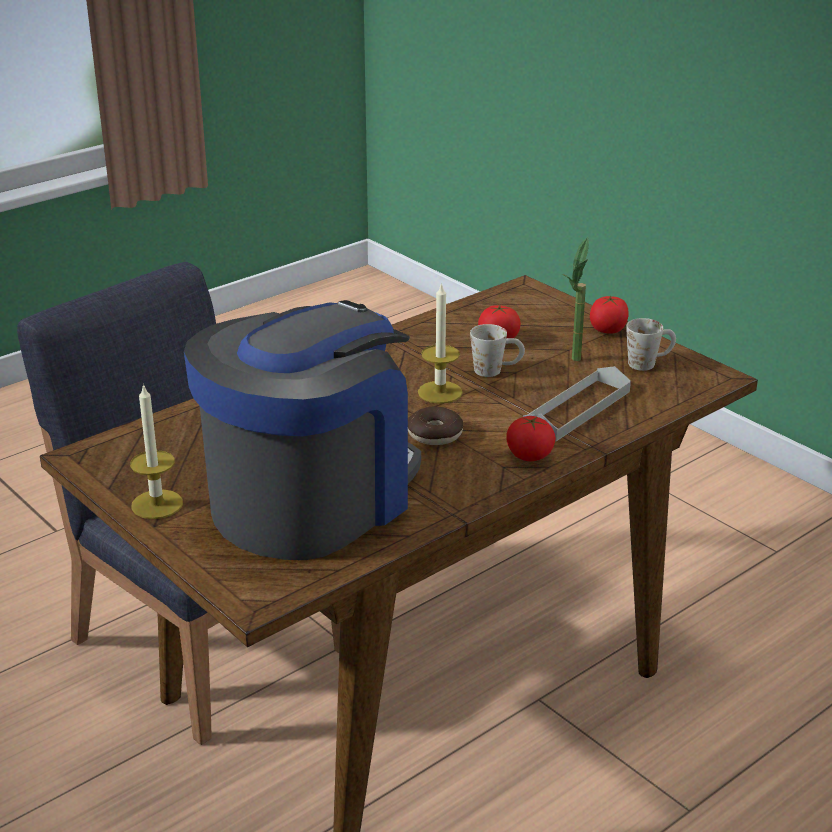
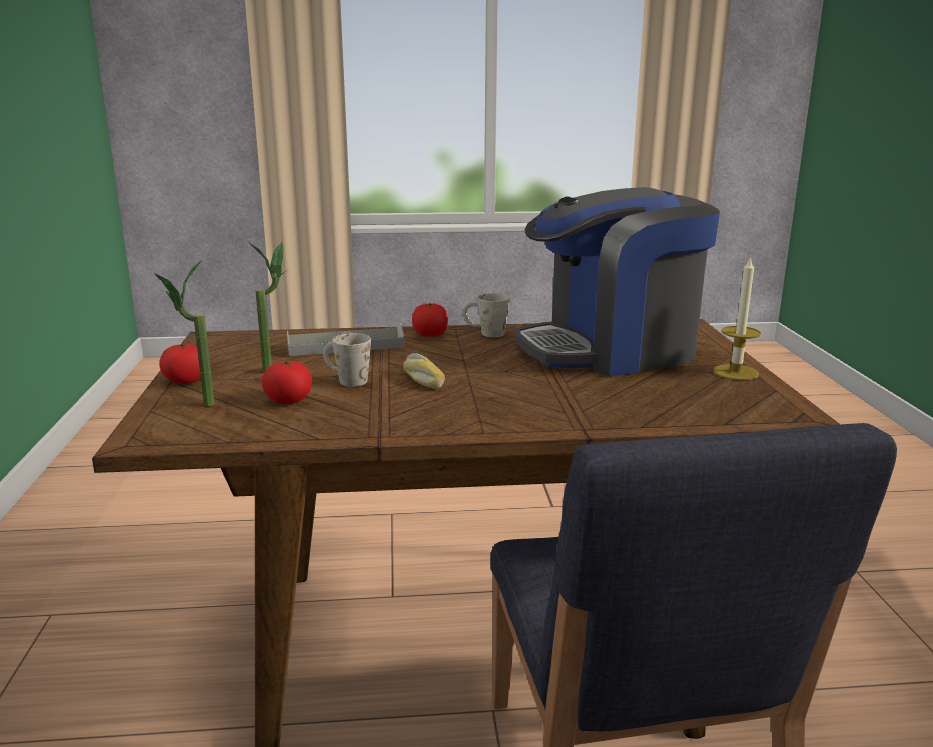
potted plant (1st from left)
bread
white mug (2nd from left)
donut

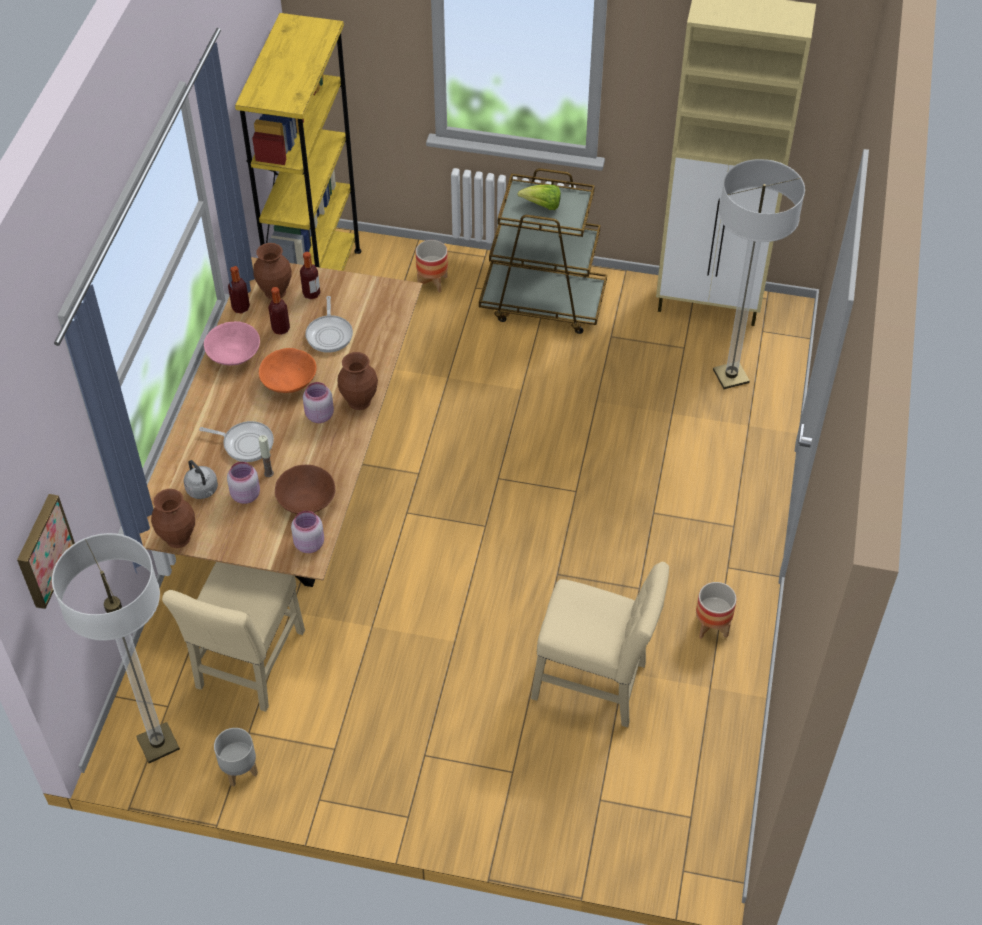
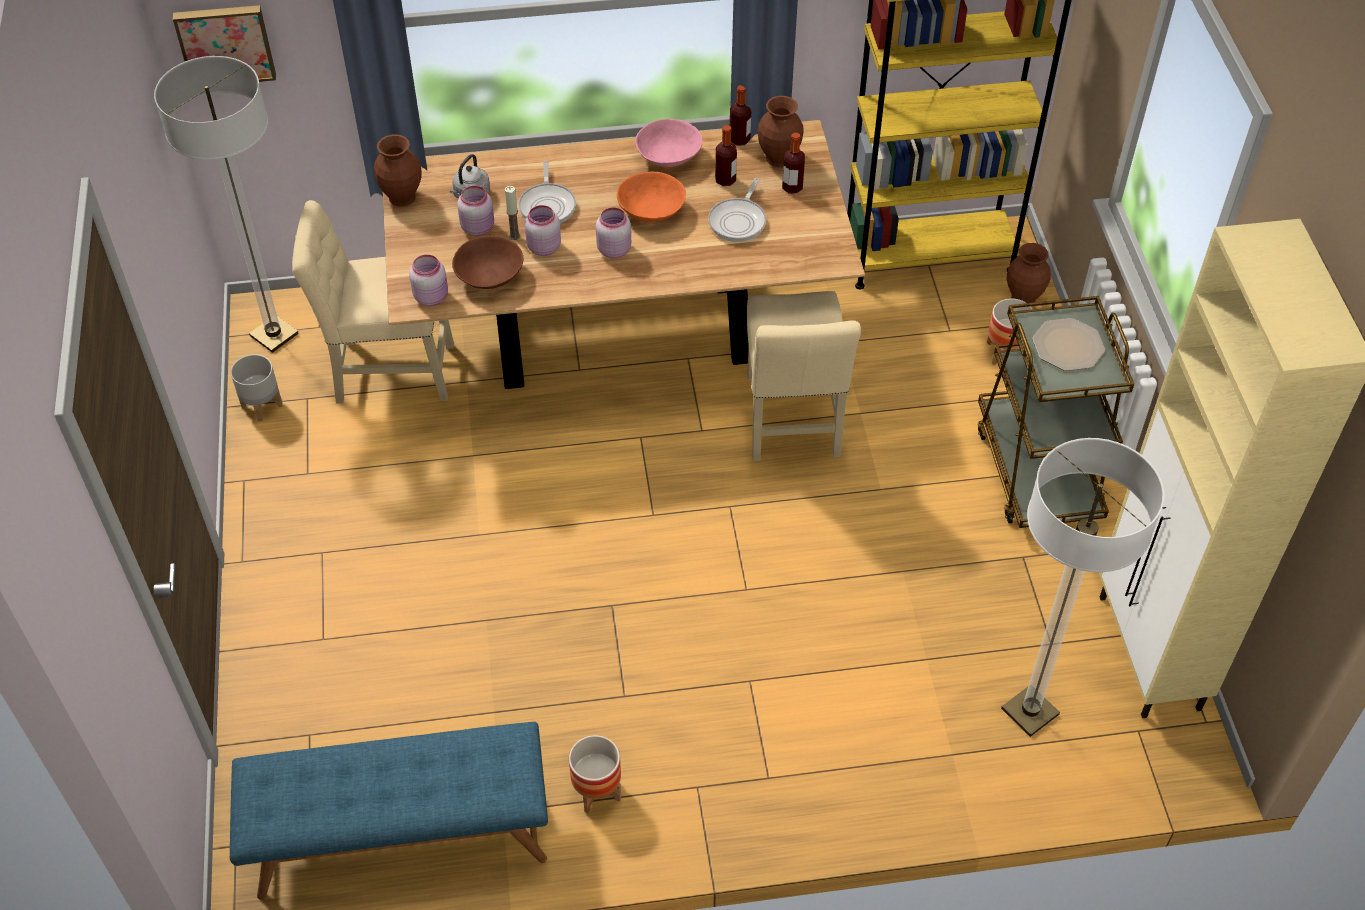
blue bench
pink jar (3rd from left)
frying pan (2nd from left)
beige chair (2nd from left)
brown vase (3rd from left)
plate

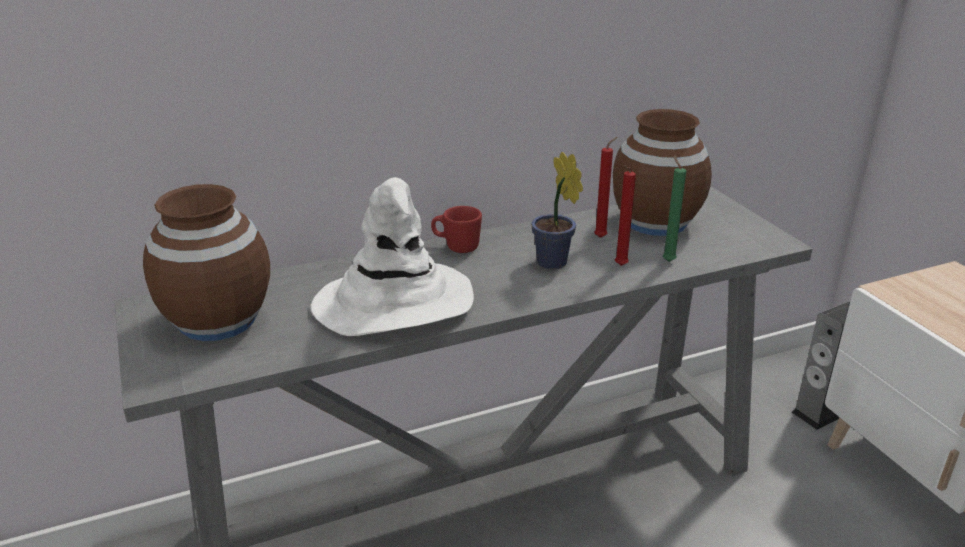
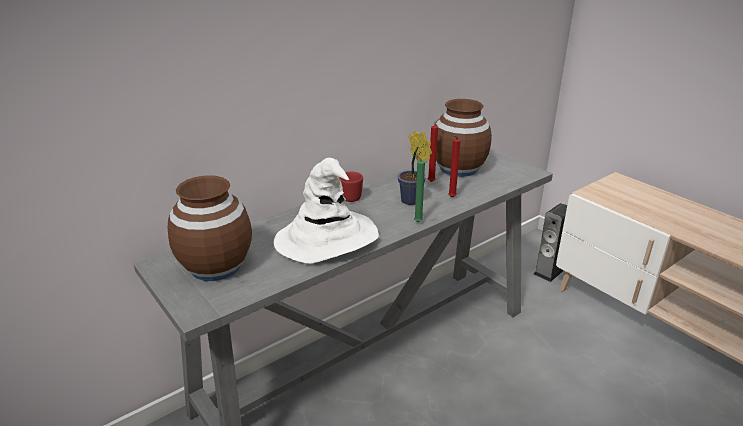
green candle

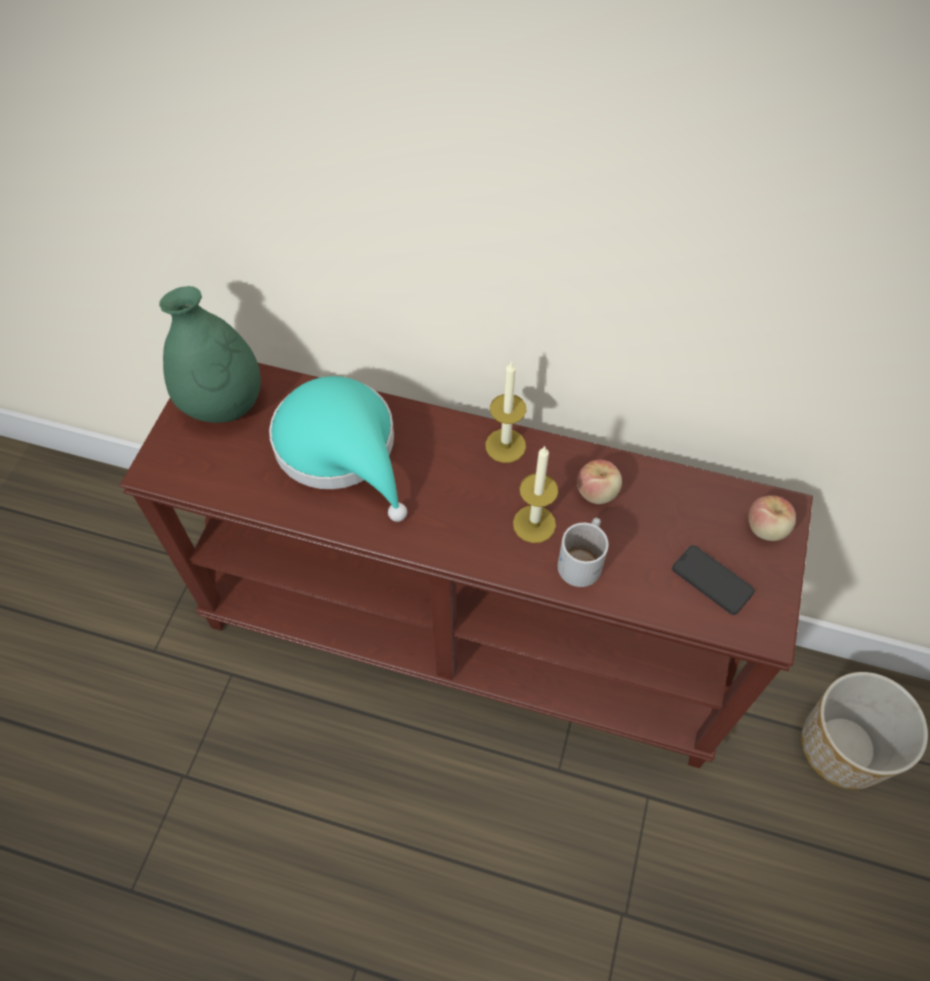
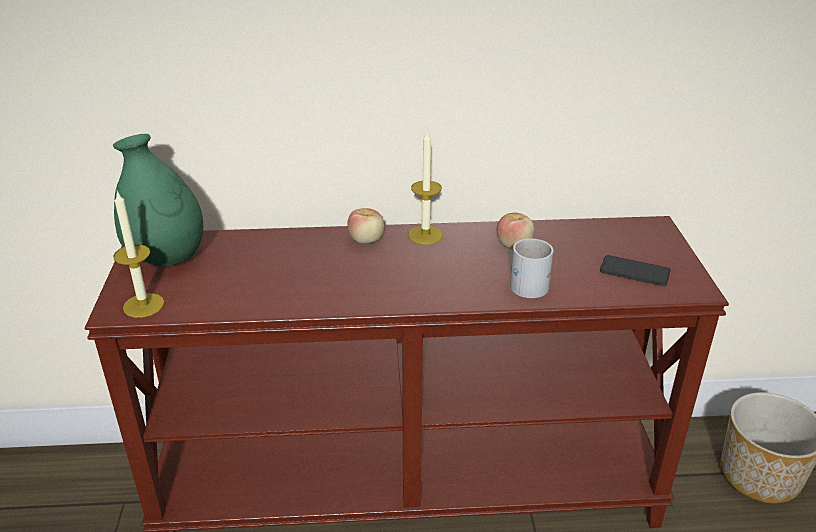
candle (1st from left)
apple (1st from left)
turquoise hat

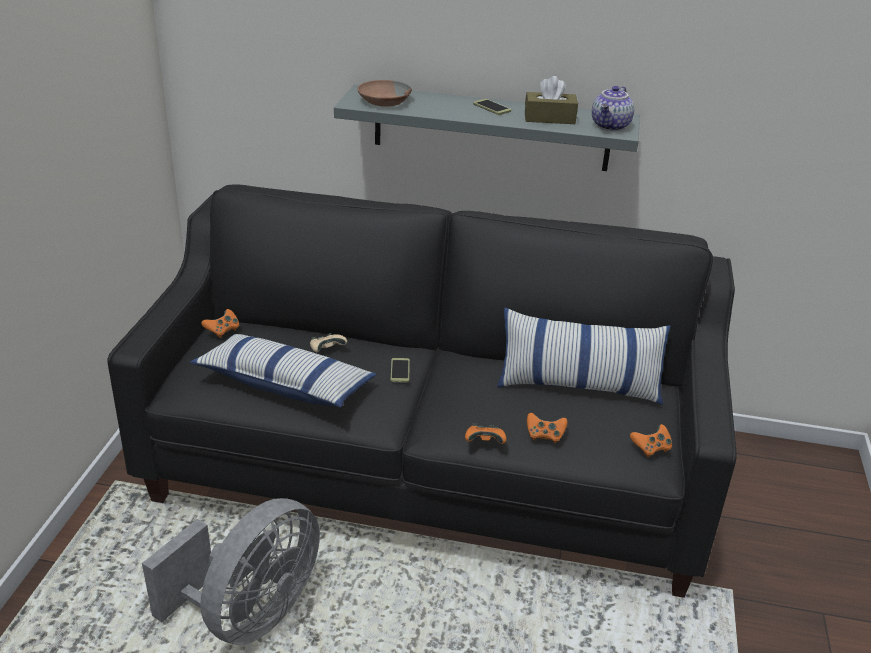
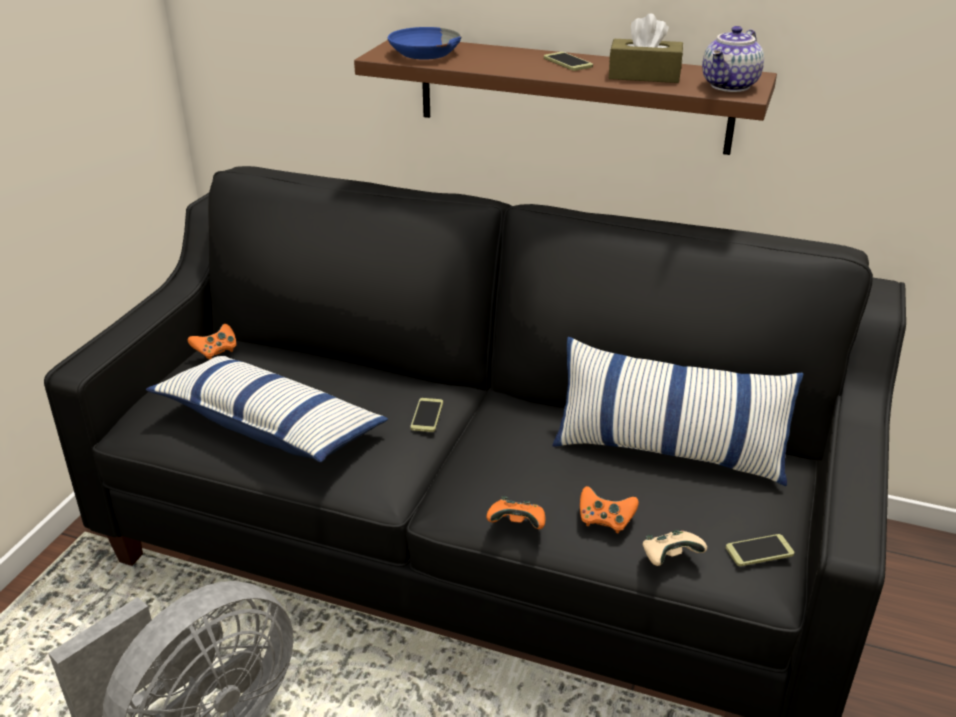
brown shelf
blue bowl
beige game controller
phone (3rd from left)

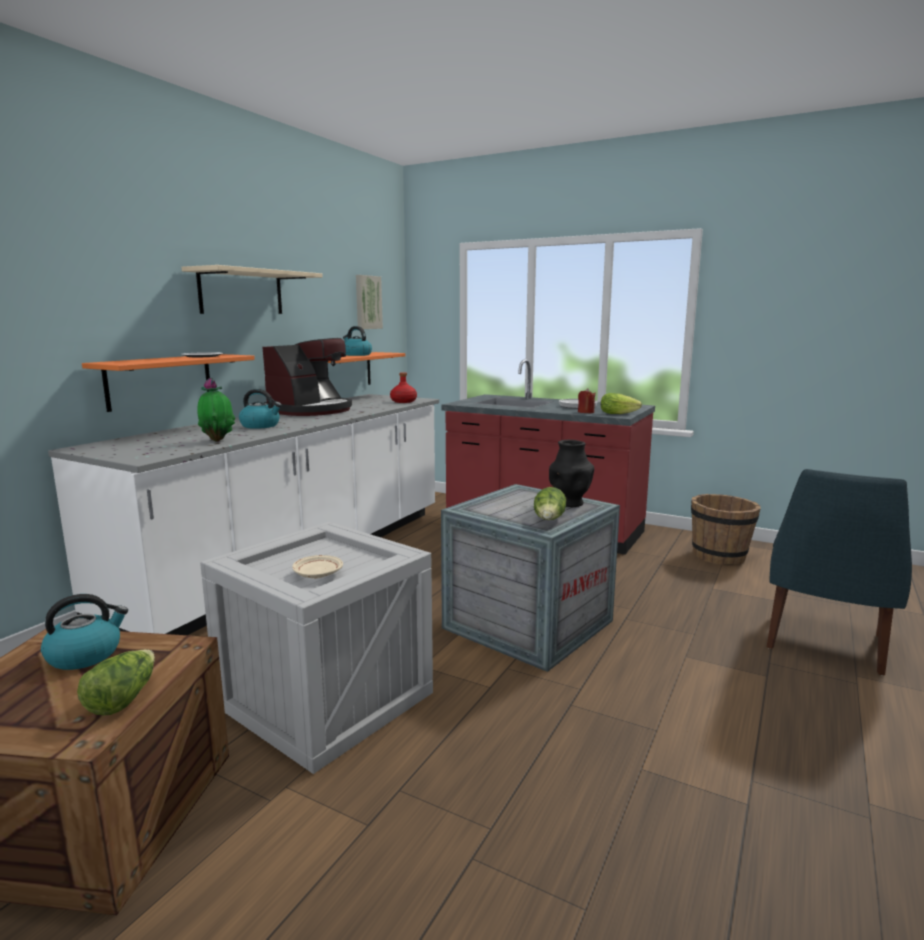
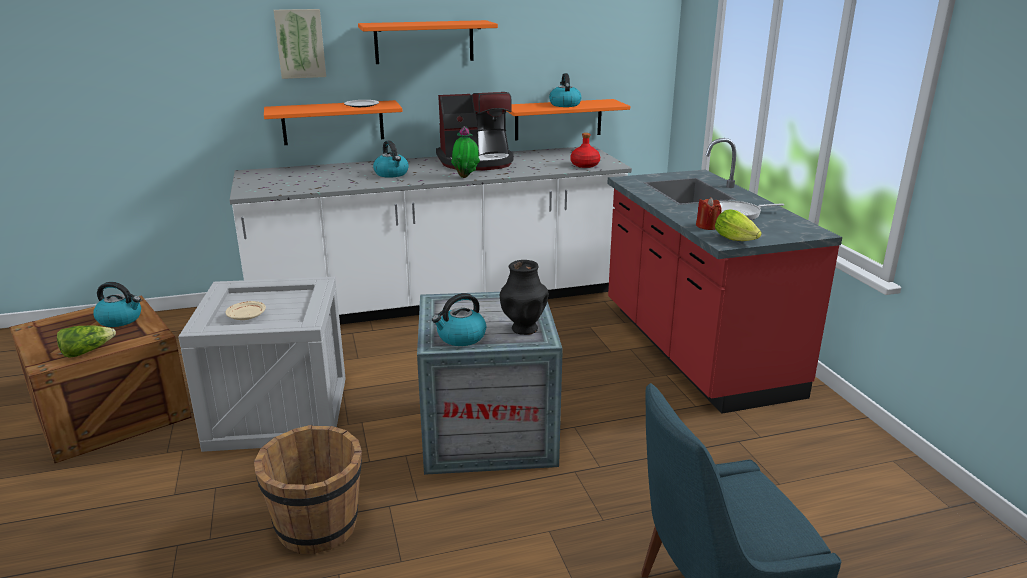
brown bucket
picture
orange shelf (2nd from left)
kettle (3rd from left)
potted plant

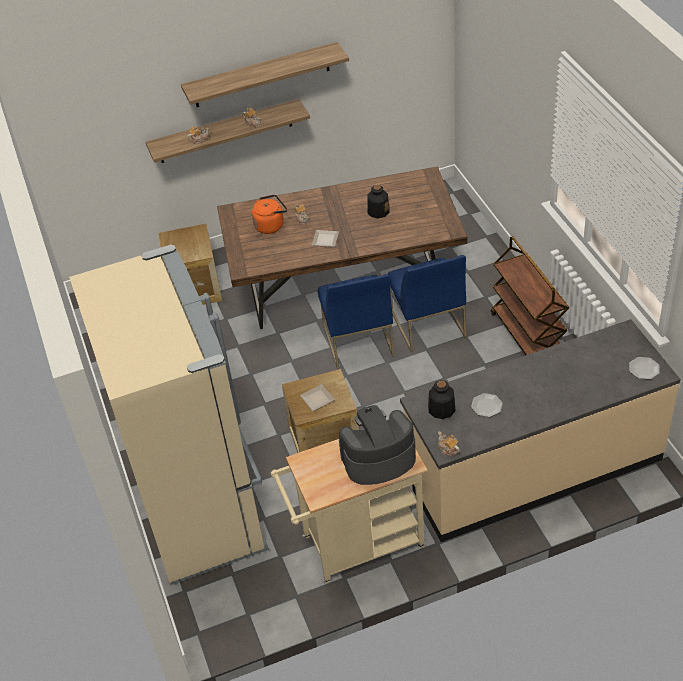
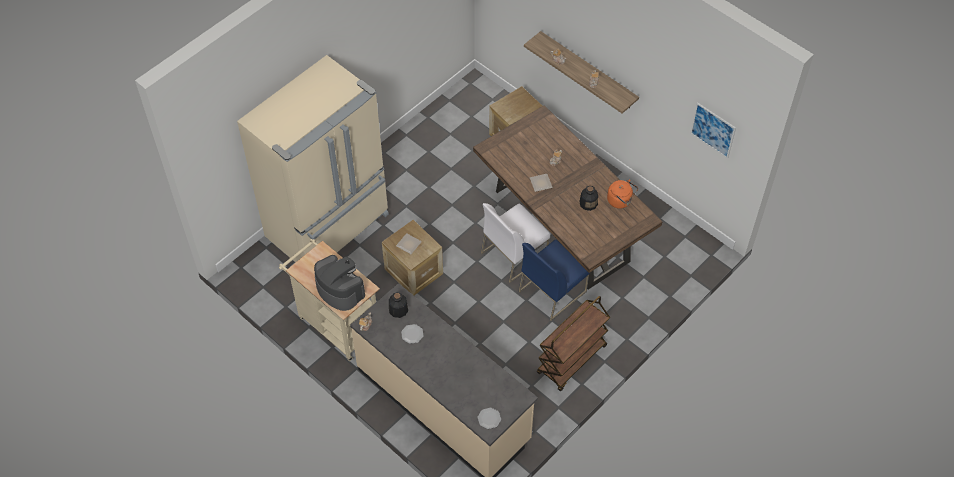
white chair
orange kettle
picture
shelf (2nd from left in the first image)

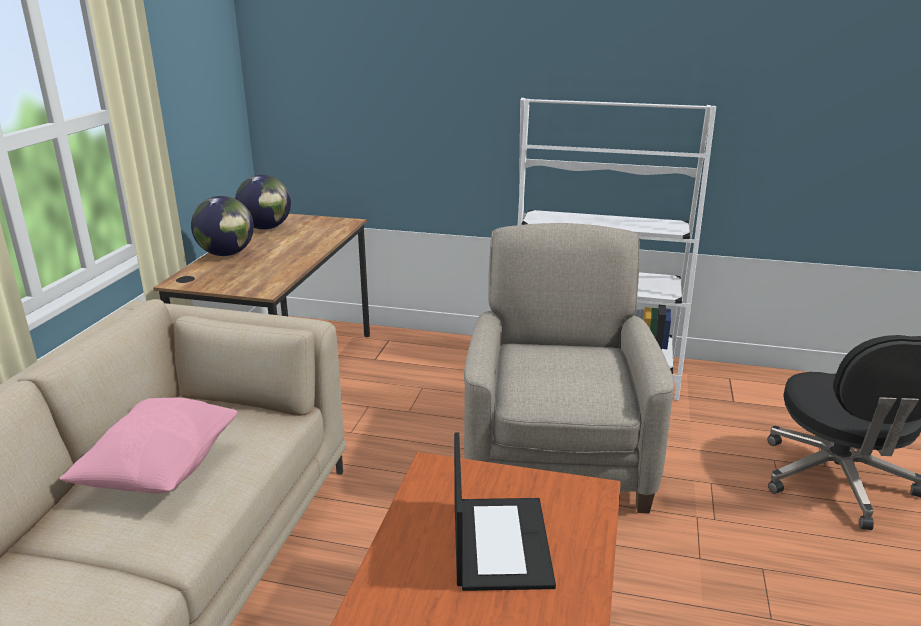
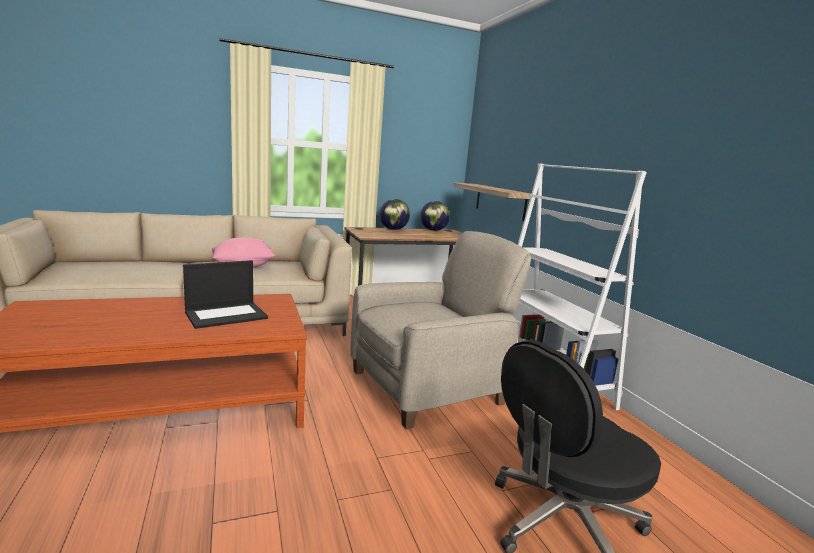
shelf

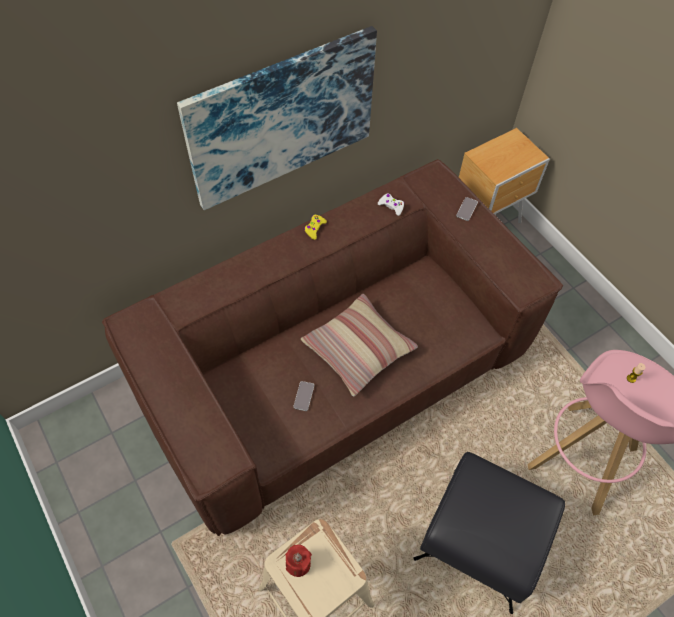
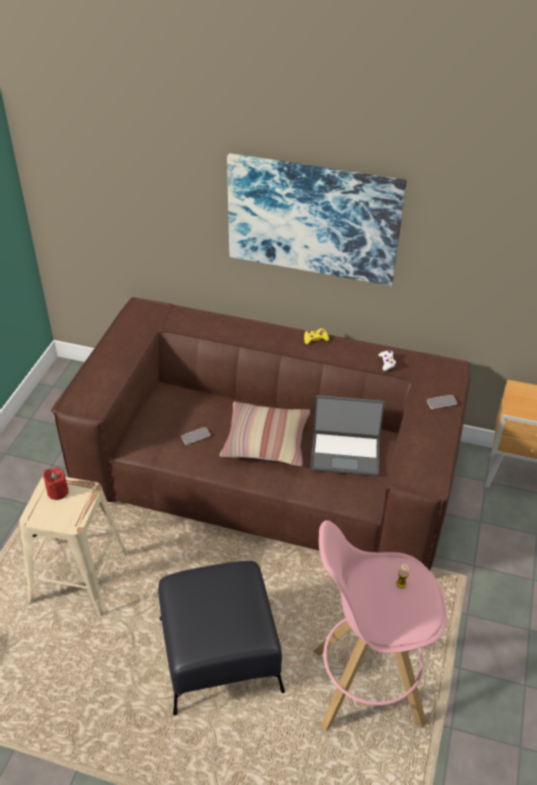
laptop

